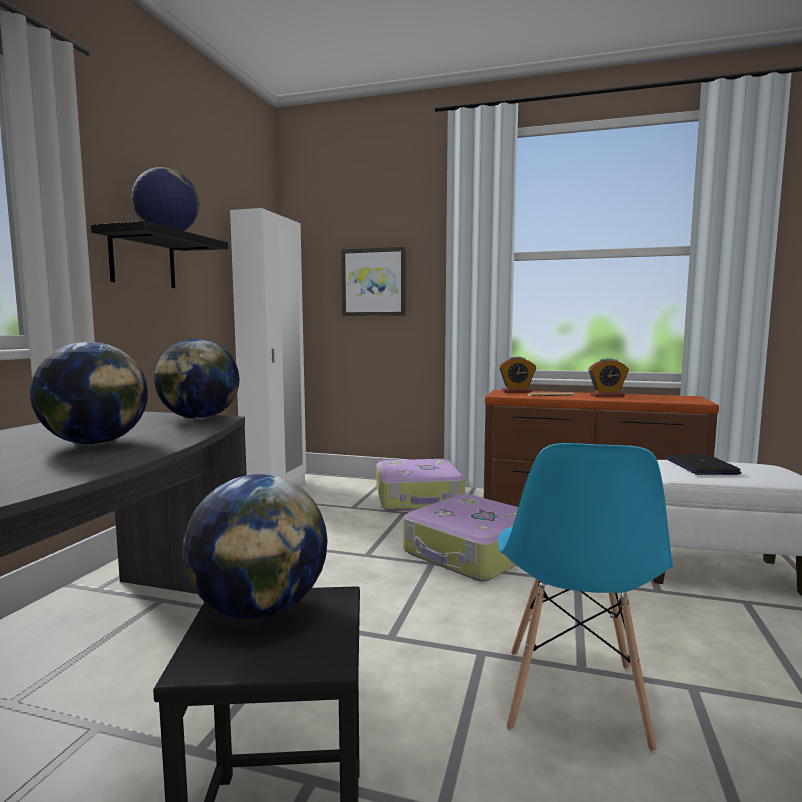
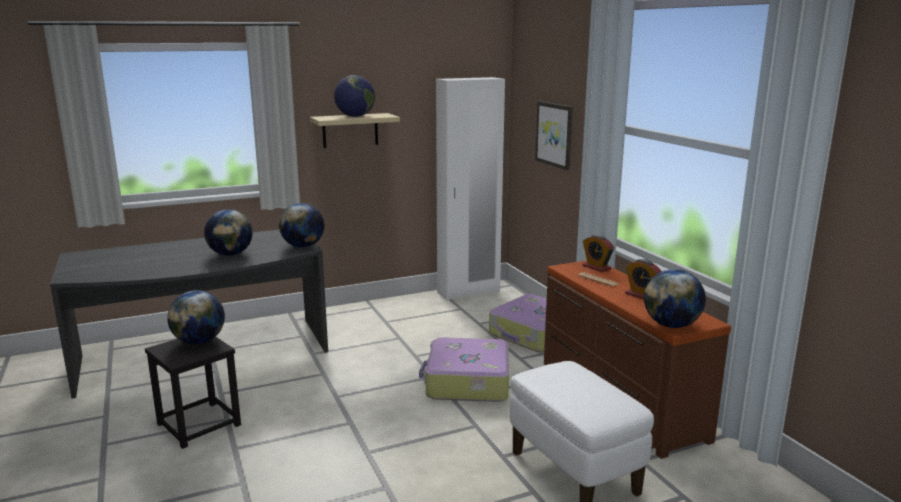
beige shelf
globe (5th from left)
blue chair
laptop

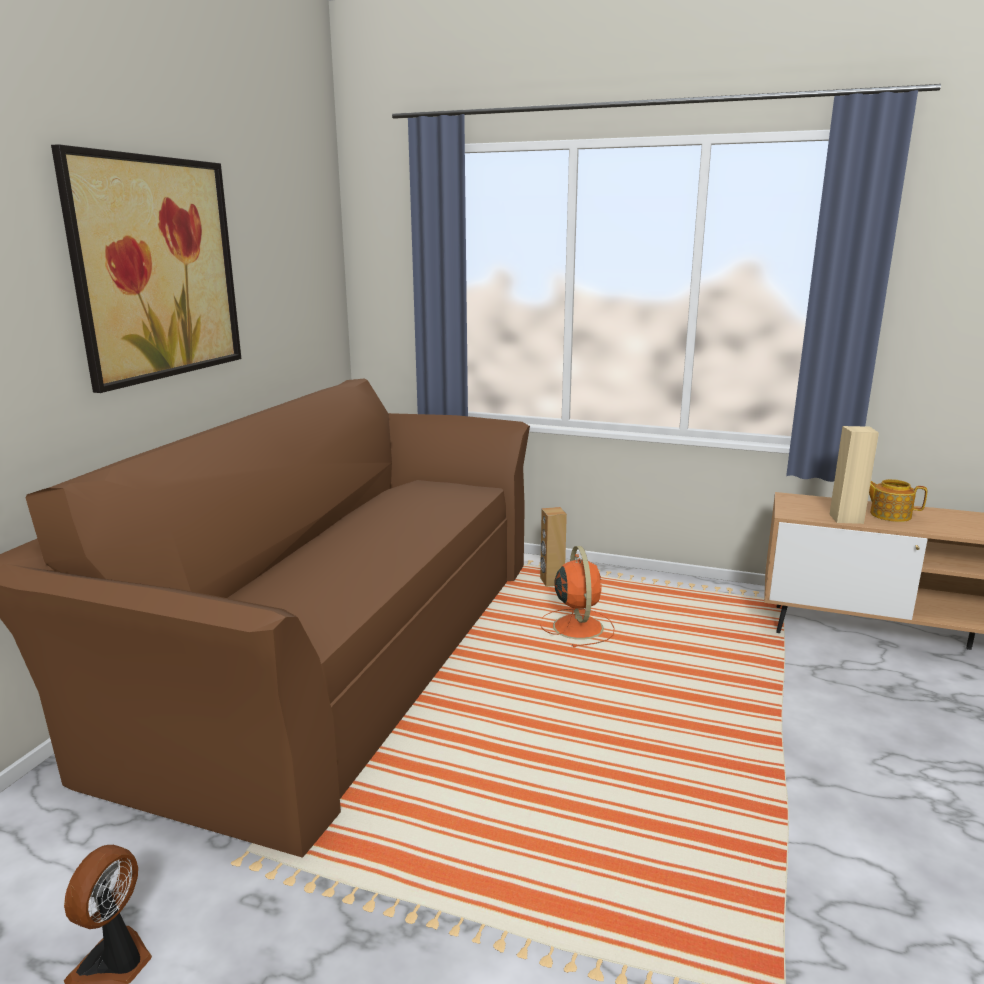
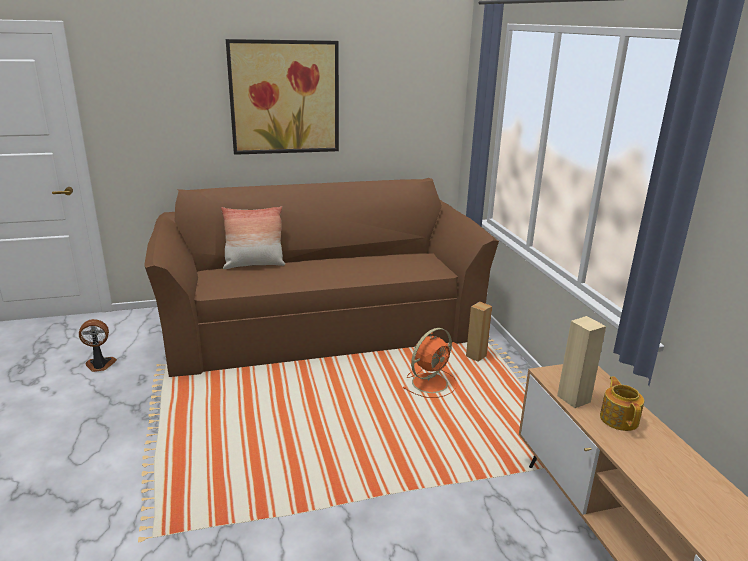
pillow

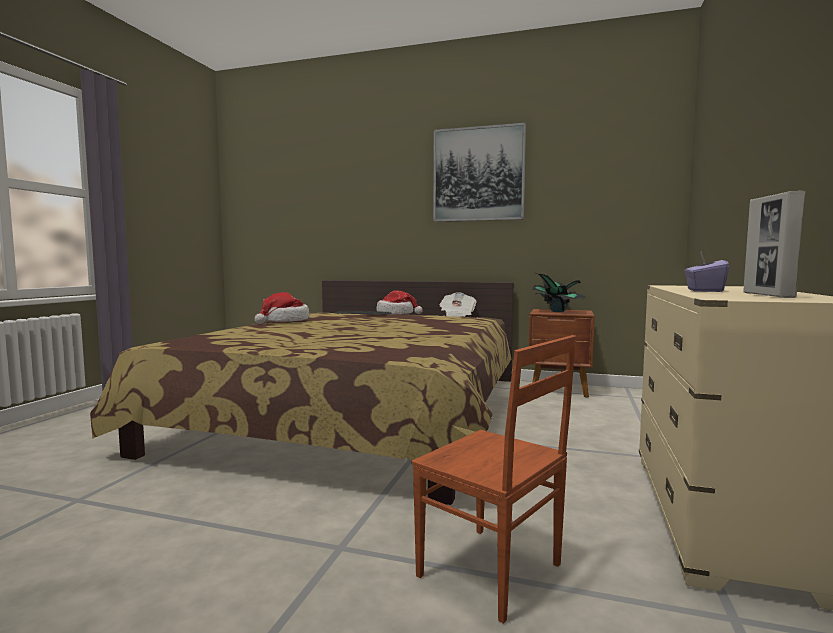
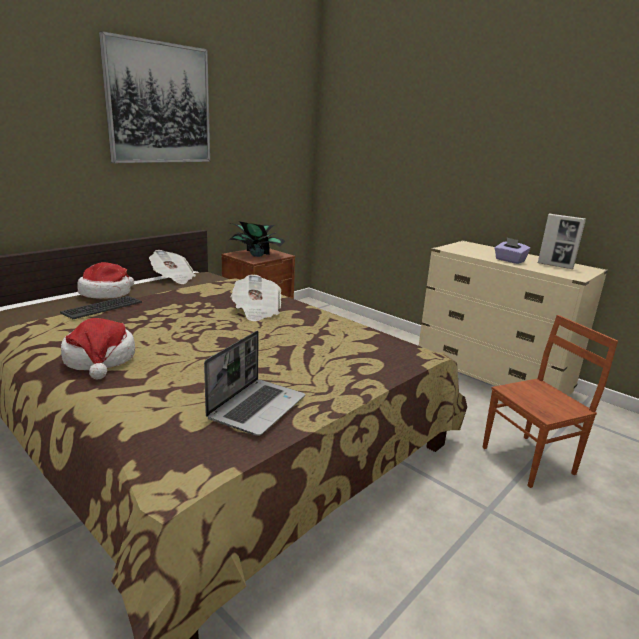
laptop
newspaper (2nd from left)

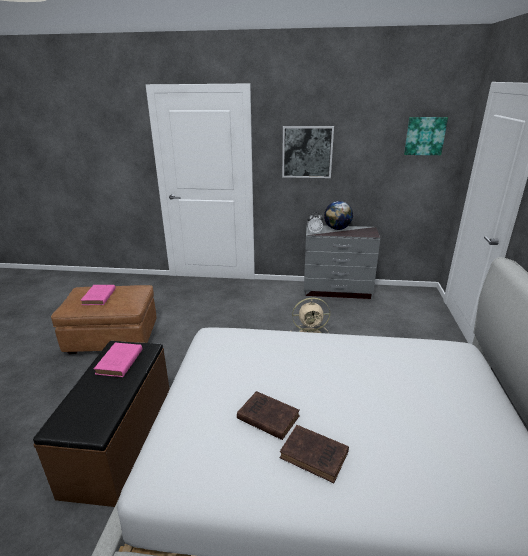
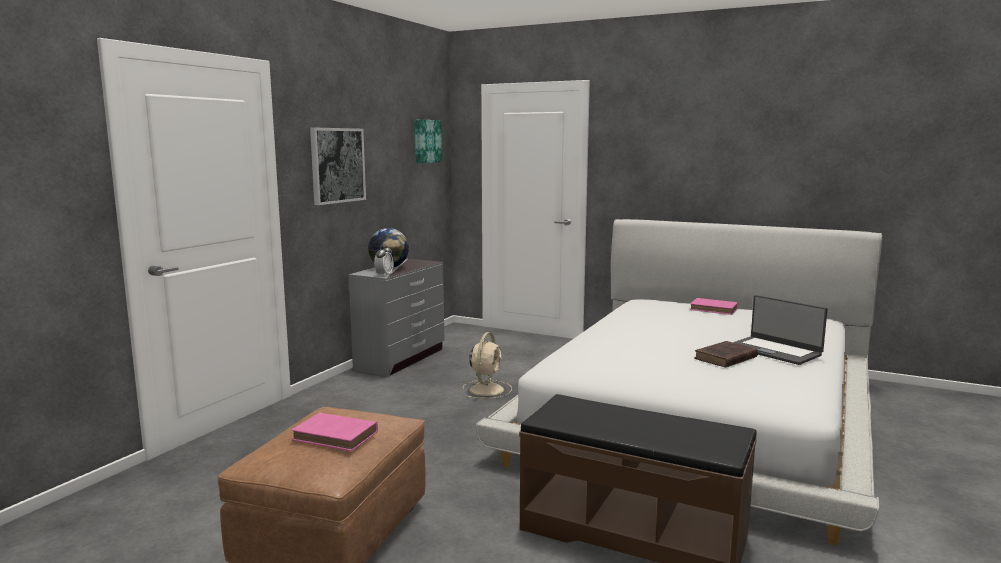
pink book (2nd from left)
laptop

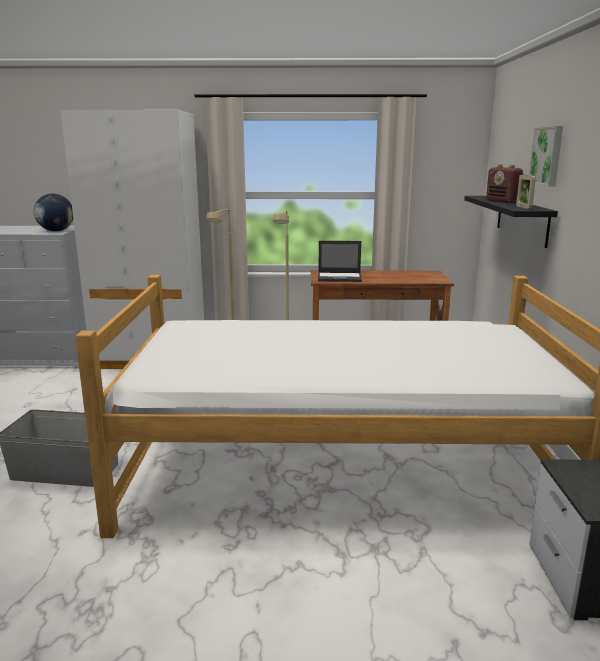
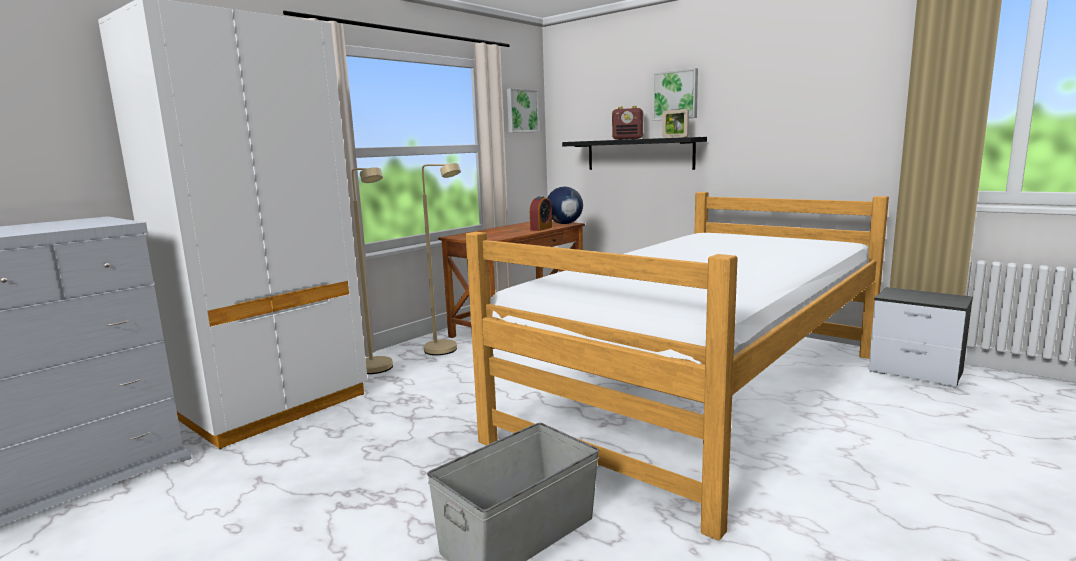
picture (1st from left)
alarm clock
globe
laptop

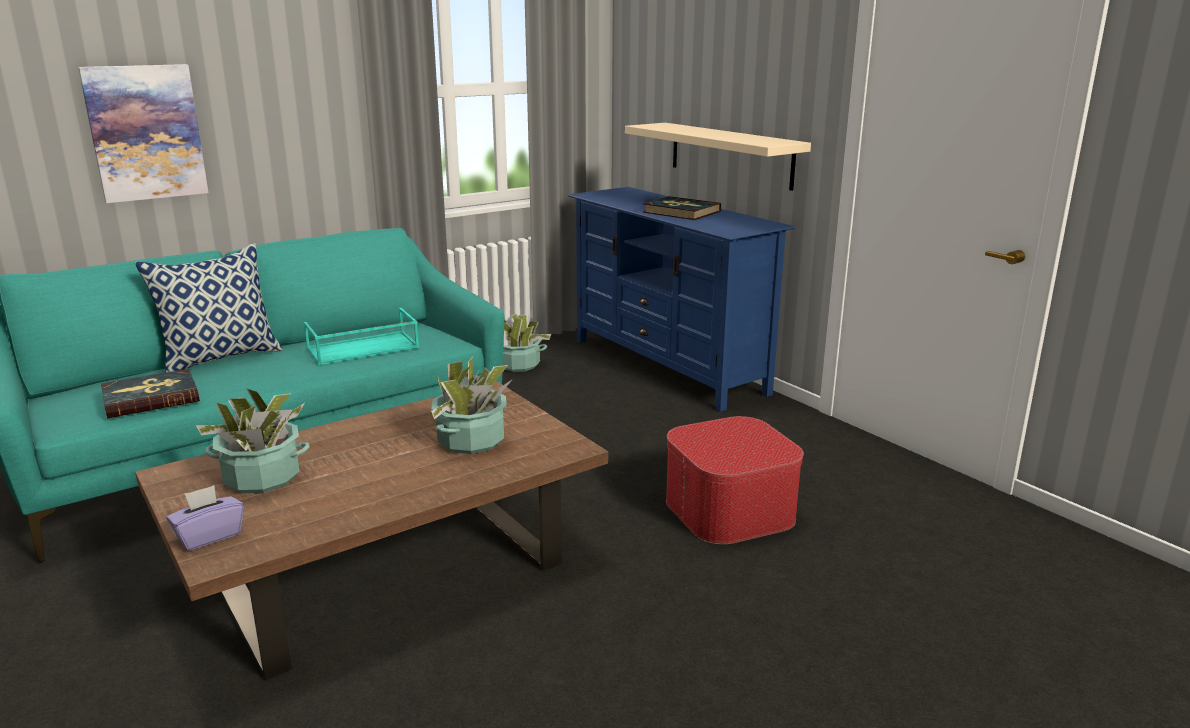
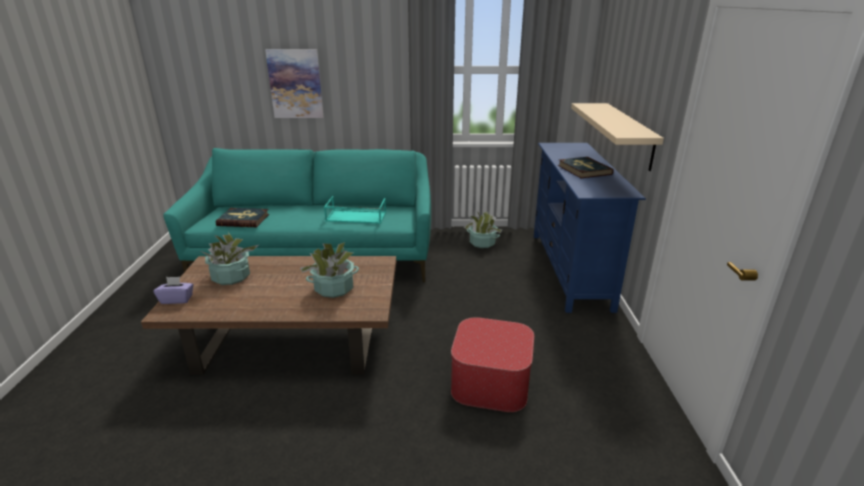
pillow

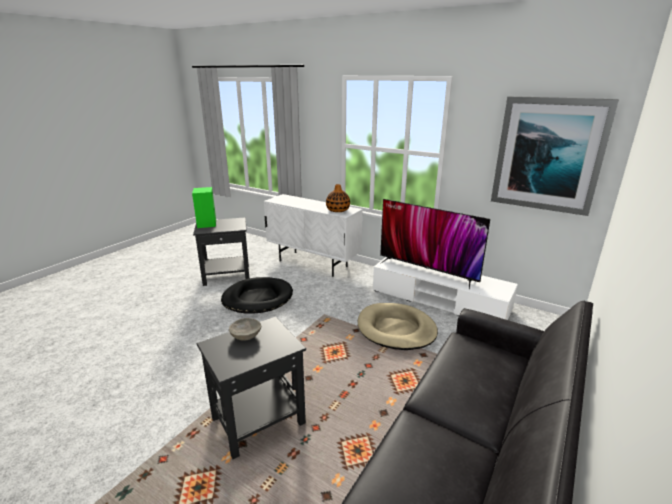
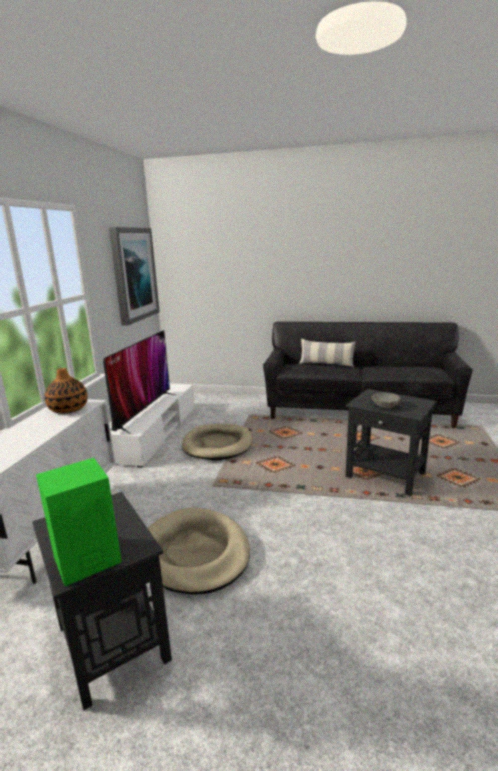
beige dog bed (1st from left)
pillow

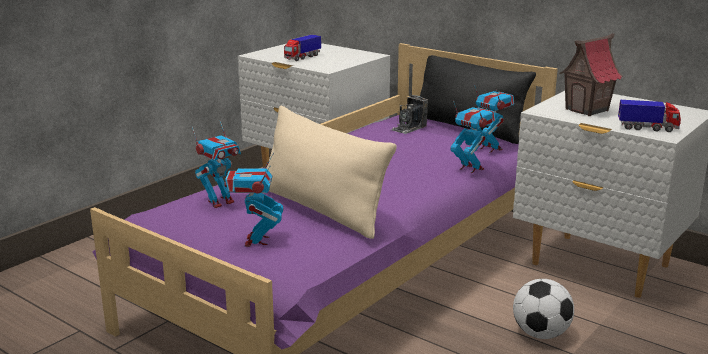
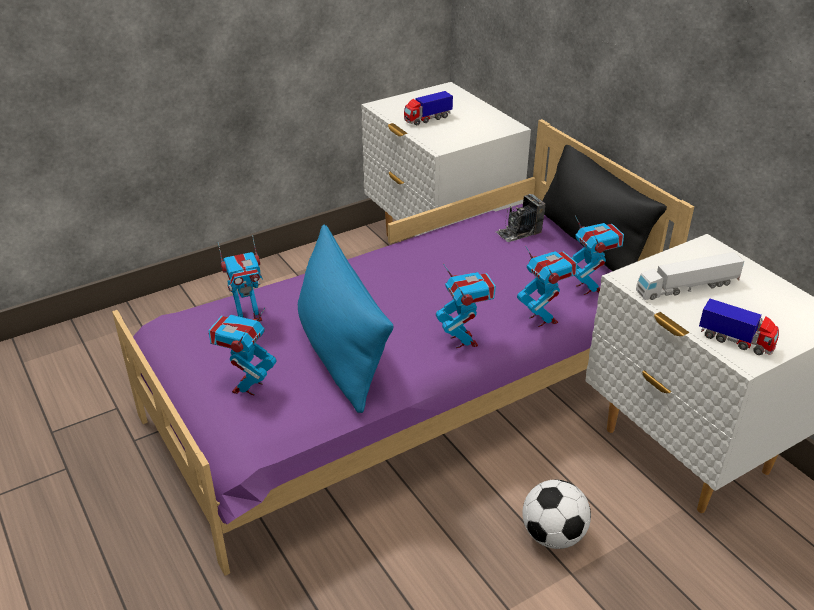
blue pillow
toy robot (3rd from left)
toy truck (2nd from left)

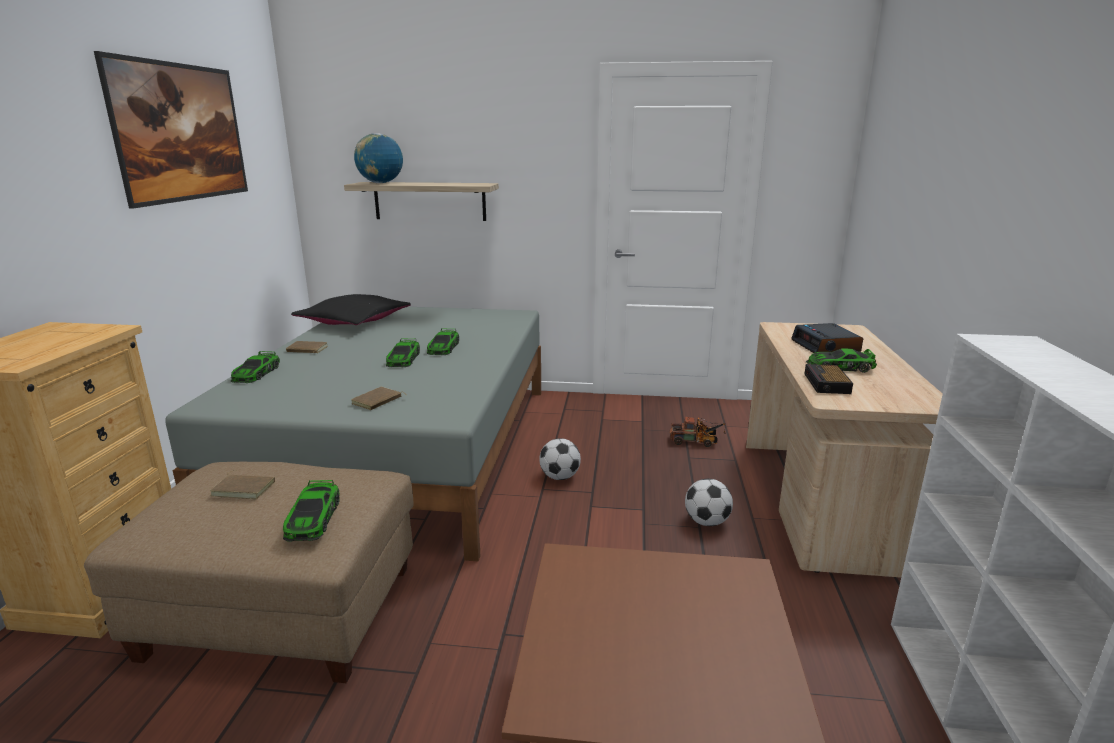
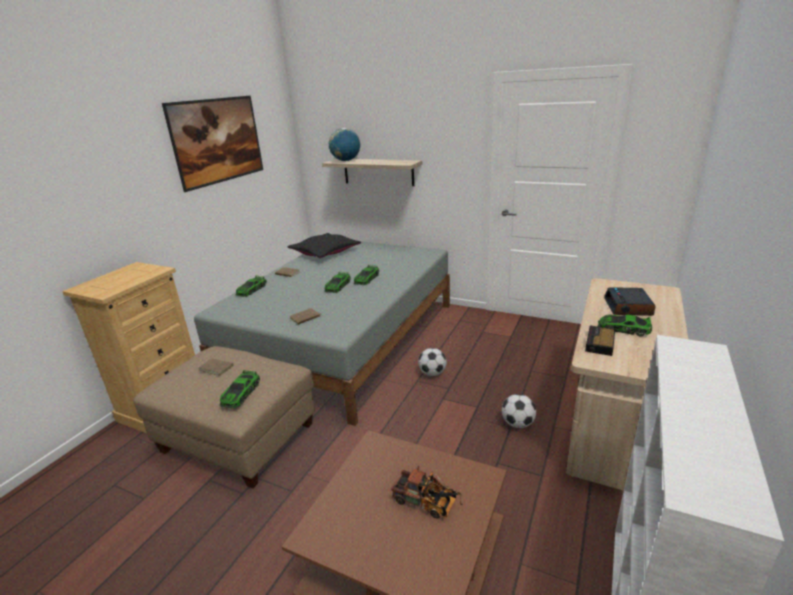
toy truck

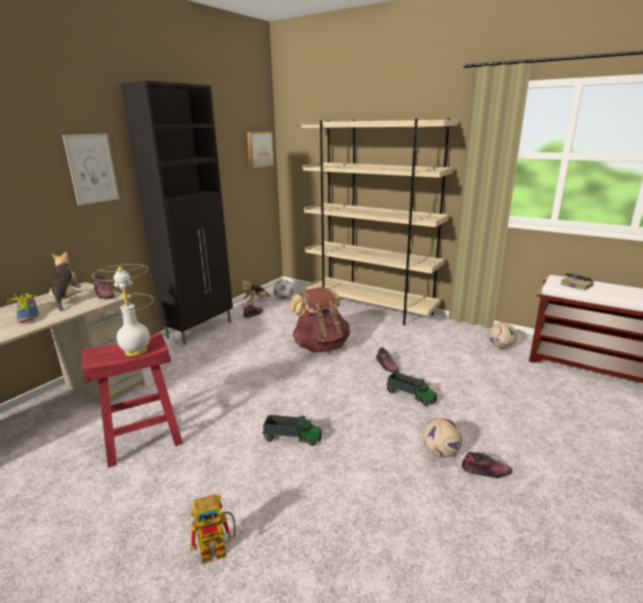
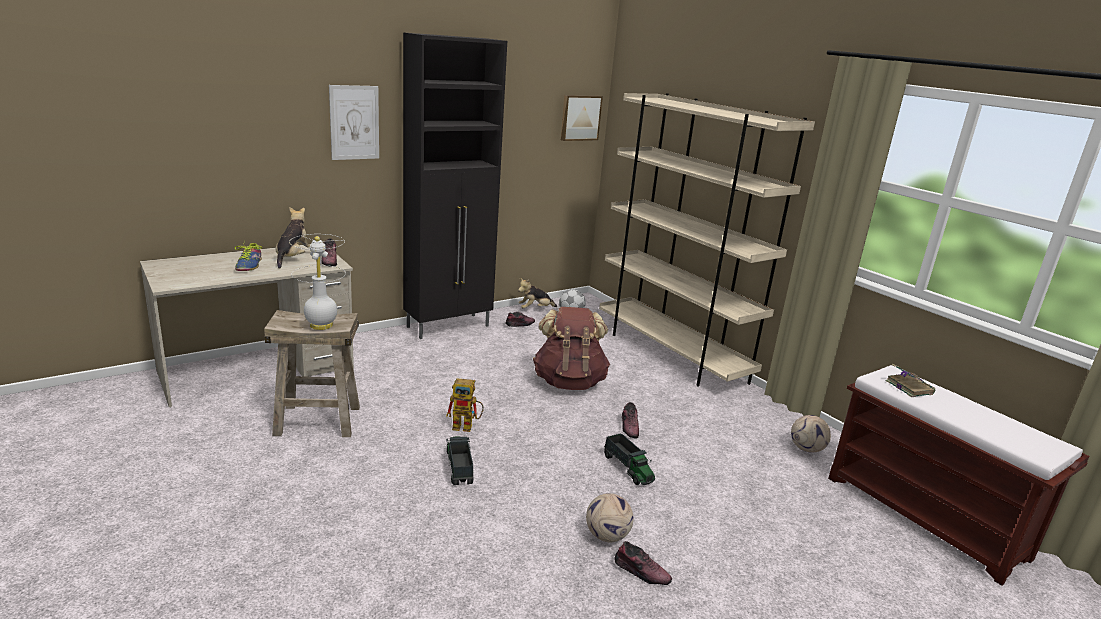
beige stool
toy robot
toy truck (1st from left)

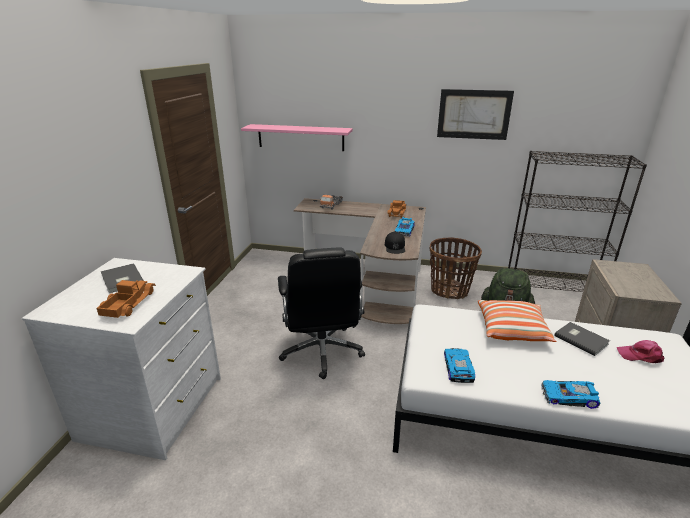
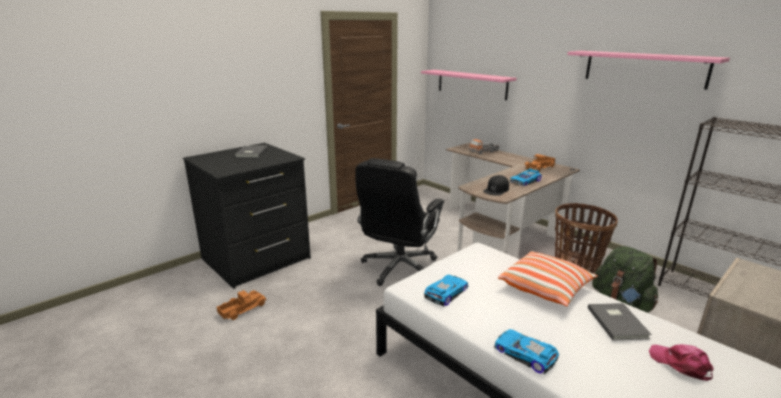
black dresser
toy truck (1st from left)
pink shelf (2nd from left)

